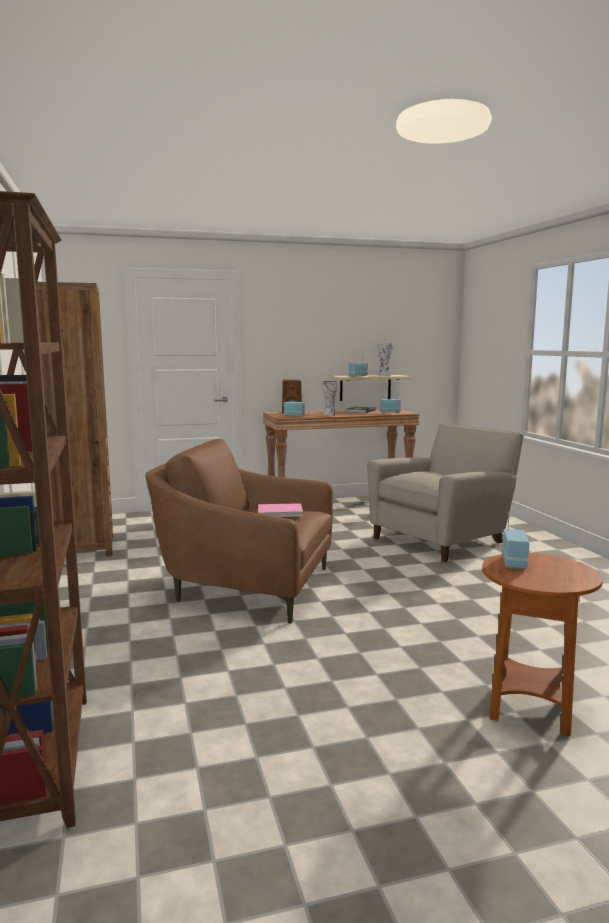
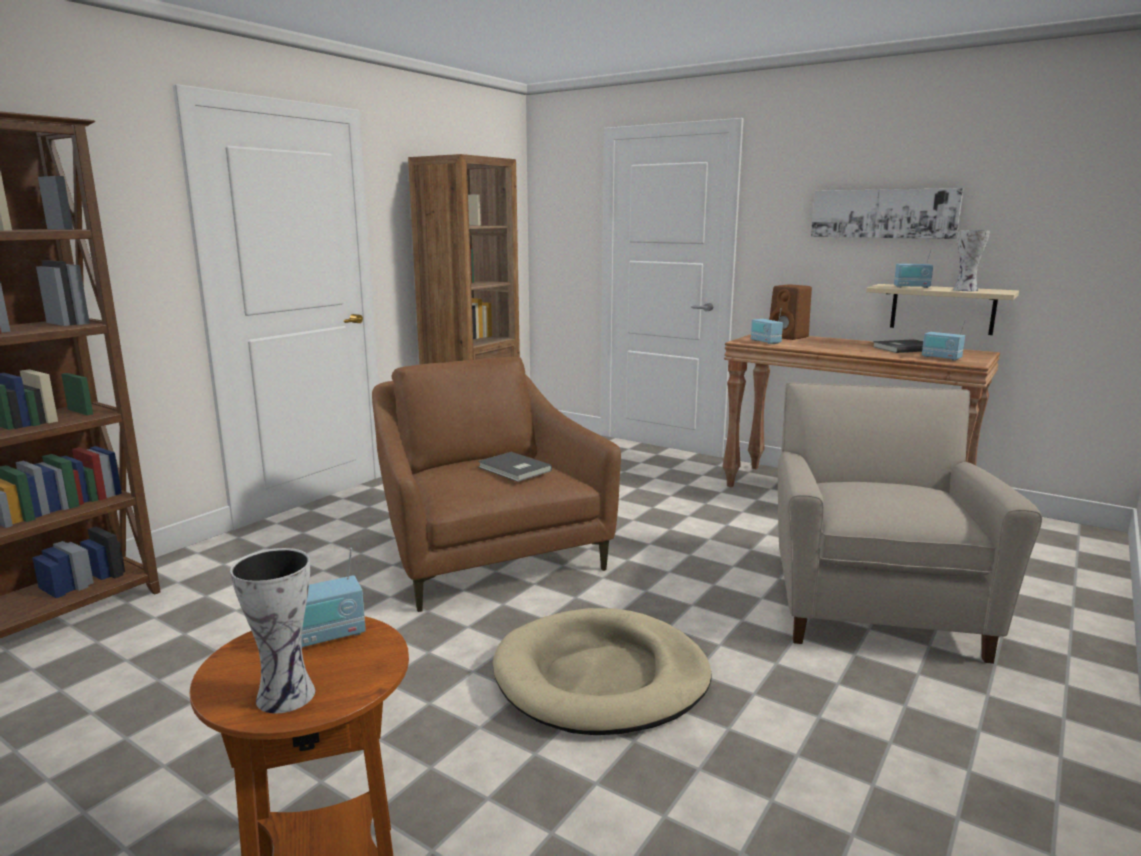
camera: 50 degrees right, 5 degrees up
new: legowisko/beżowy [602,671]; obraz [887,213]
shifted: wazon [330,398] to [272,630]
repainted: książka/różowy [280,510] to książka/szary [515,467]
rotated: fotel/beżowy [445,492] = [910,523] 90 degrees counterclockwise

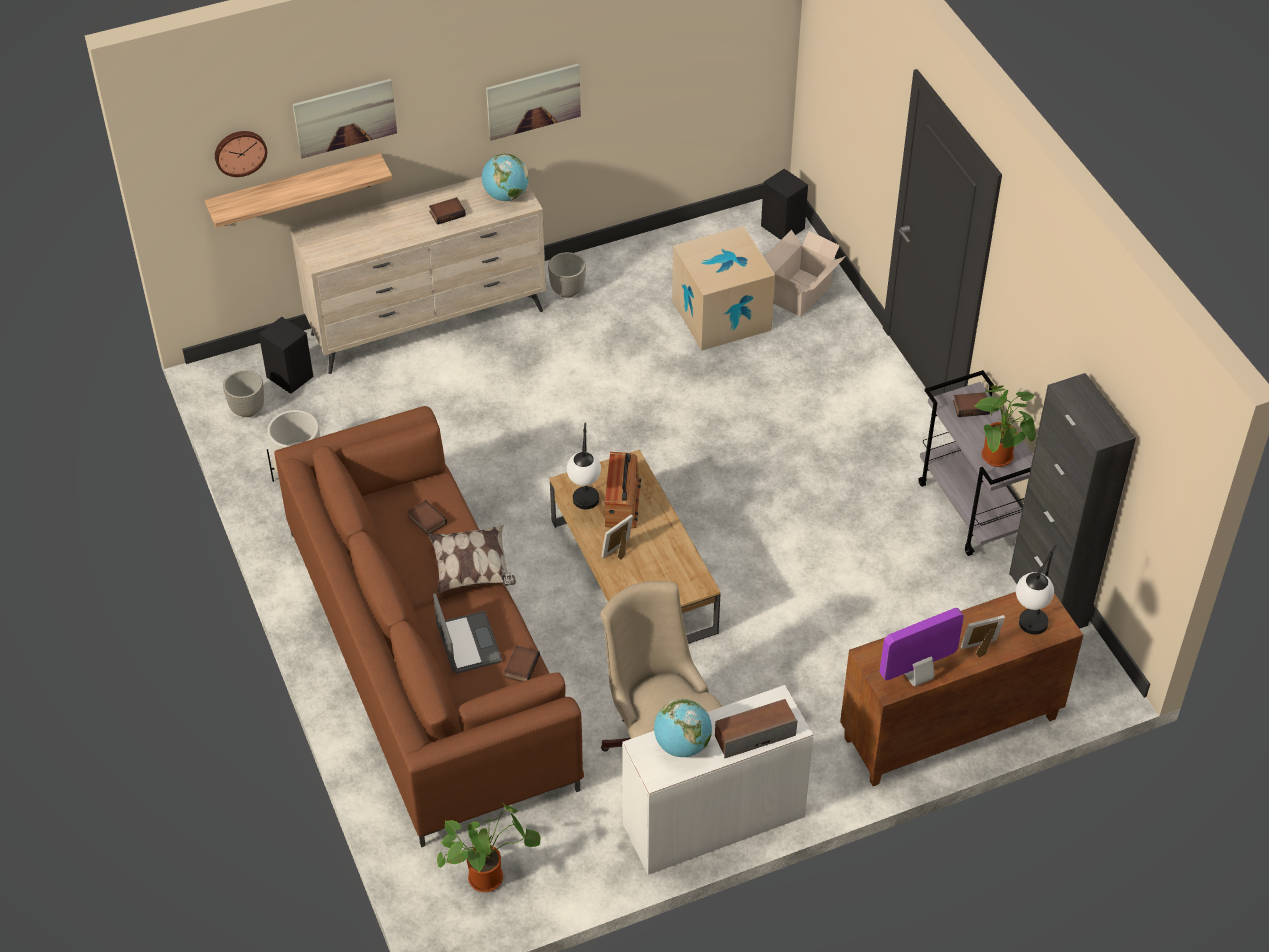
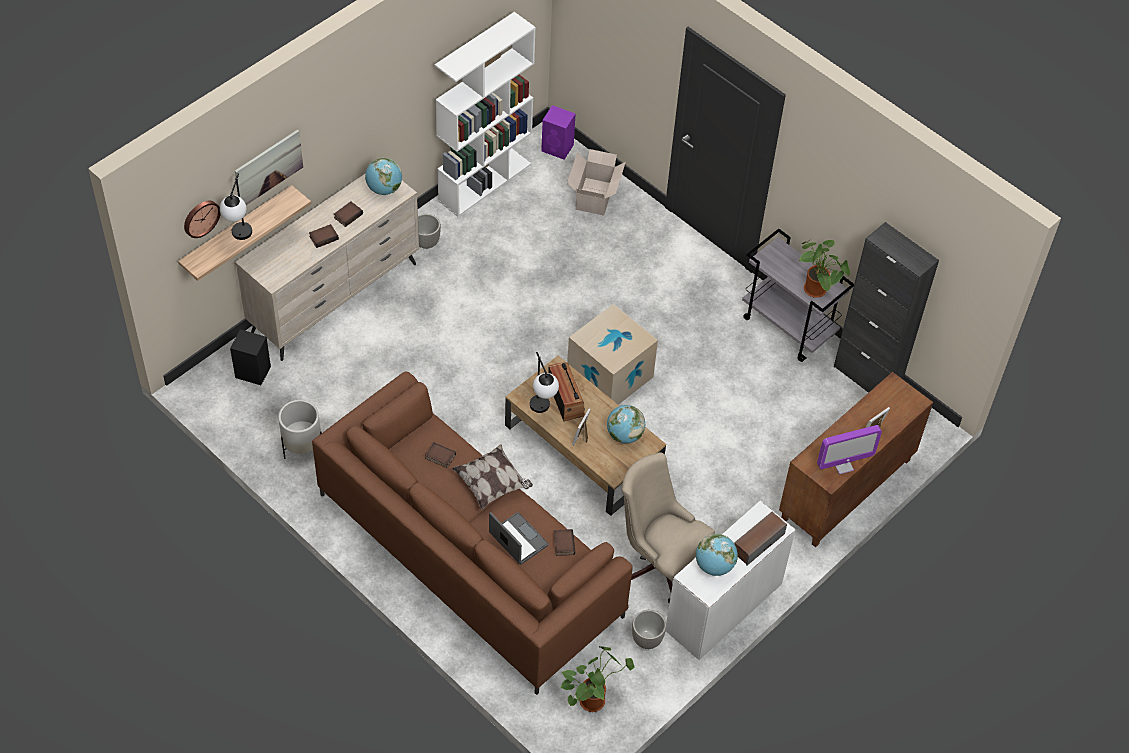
camera: 25 degrees left, 5 degrees up
gone: obraz [533,102]
new: regał/biały [485,114]; globus [626,424]
shifted: donica [243,393] to [649,629]; karton [723,288] to [612,354]; książka [971,404] to [324,236]; lampa stołowa [1036,590] to [236,206]
repainted: głośnik/czarny [784,204] to głośnik/fioletowy [558,132]
rotated: monitor [922,647] = [849,449] 150 degrees counterclockwise

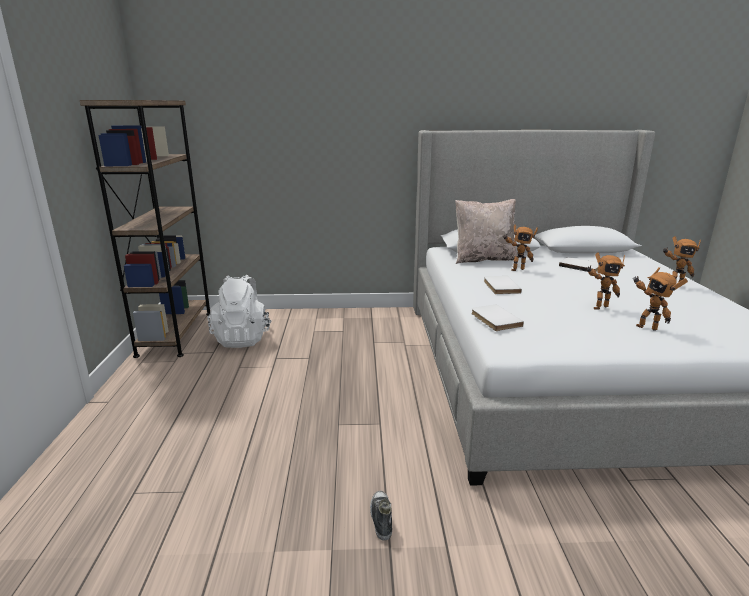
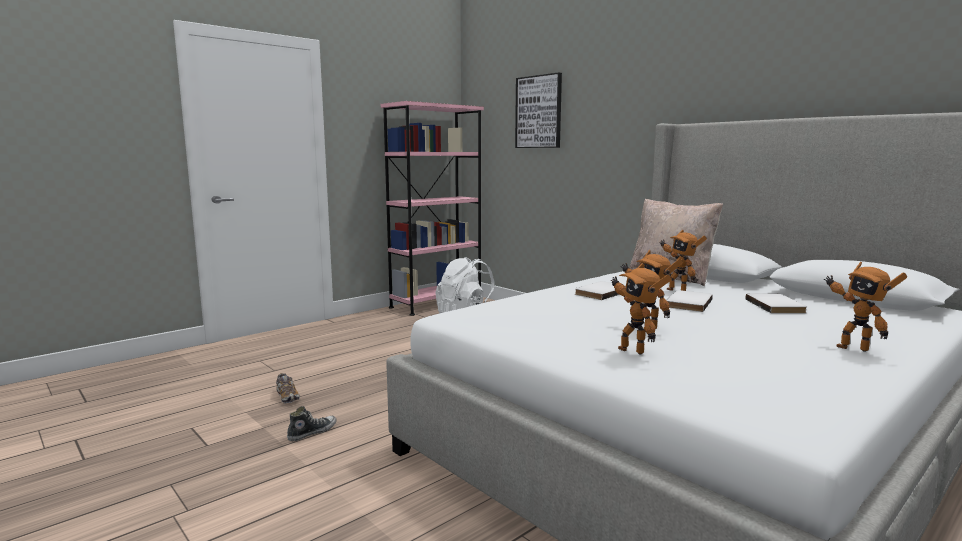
camera: 50 degrees right, 10 degrees down
new: but [288,388]; obraz [538,110]
shifted: książka/biały [497,317] to [690,301]
repainted: regał/brązowy [145,229] to regał/różowy [432,208]
rotated: robot zabawkowy [660,299] = [641,309] 45 degrees counterclockwise

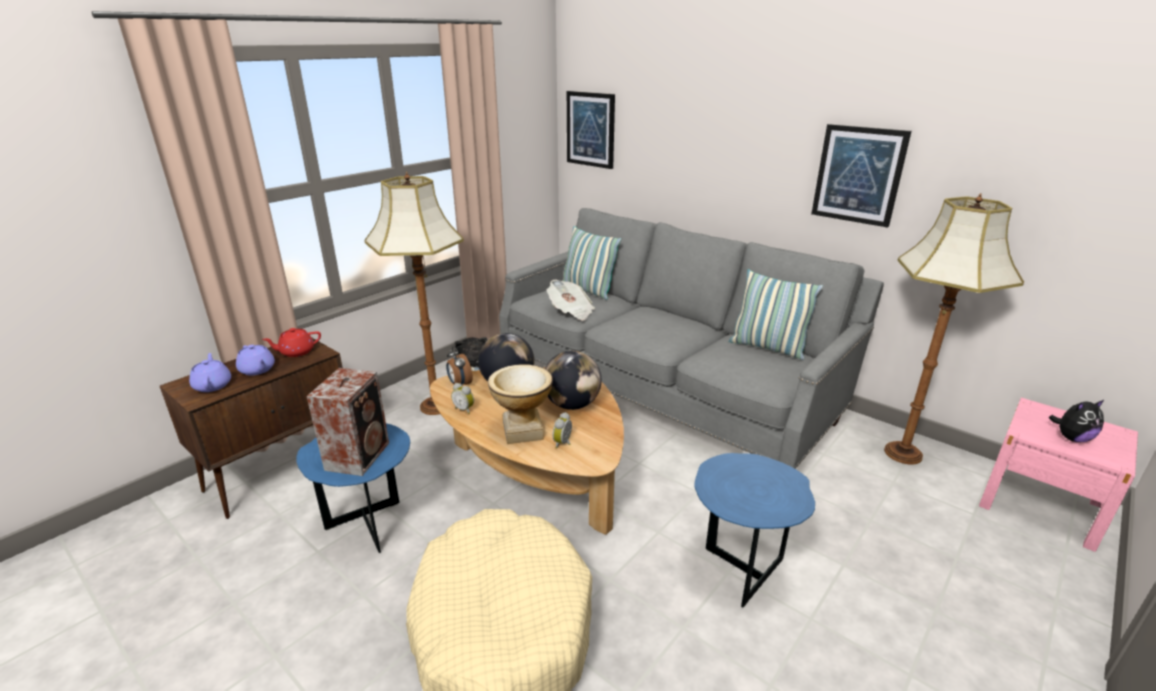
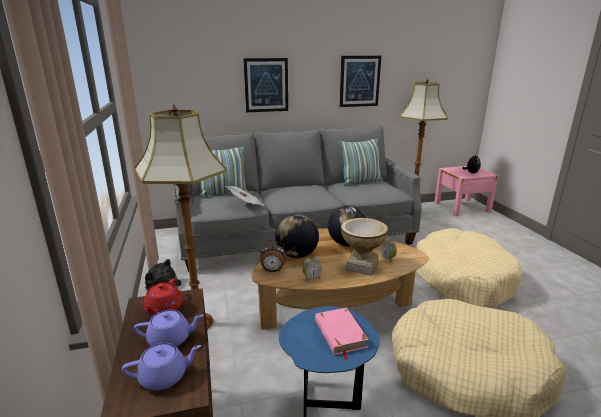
camera: 55 degrees left, 5 degrees down
shifted: obraz [591,130] to [265,85]
swapped: głośnik [348,422] to książka/różowy [342,334]; stolik/niebieski [754,530] to legowisko/beżowy [469,268]
rotated: imbryk/fioletowy [210,372] = [161,366] 150 degrees clockwise

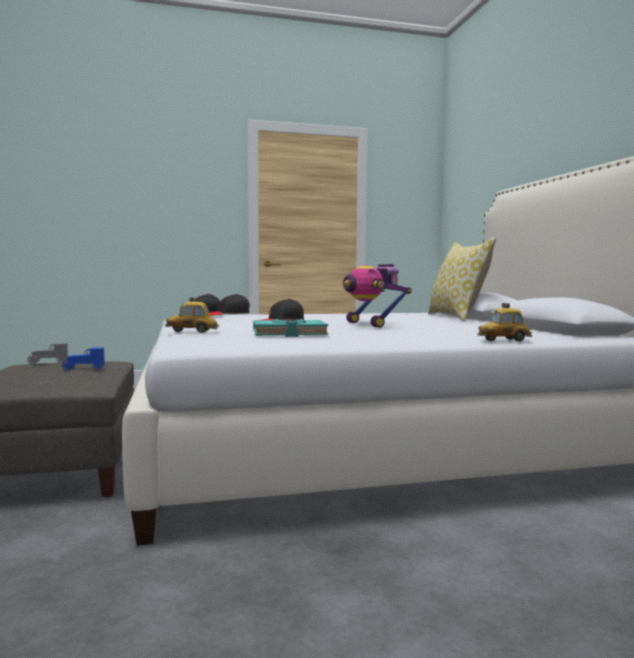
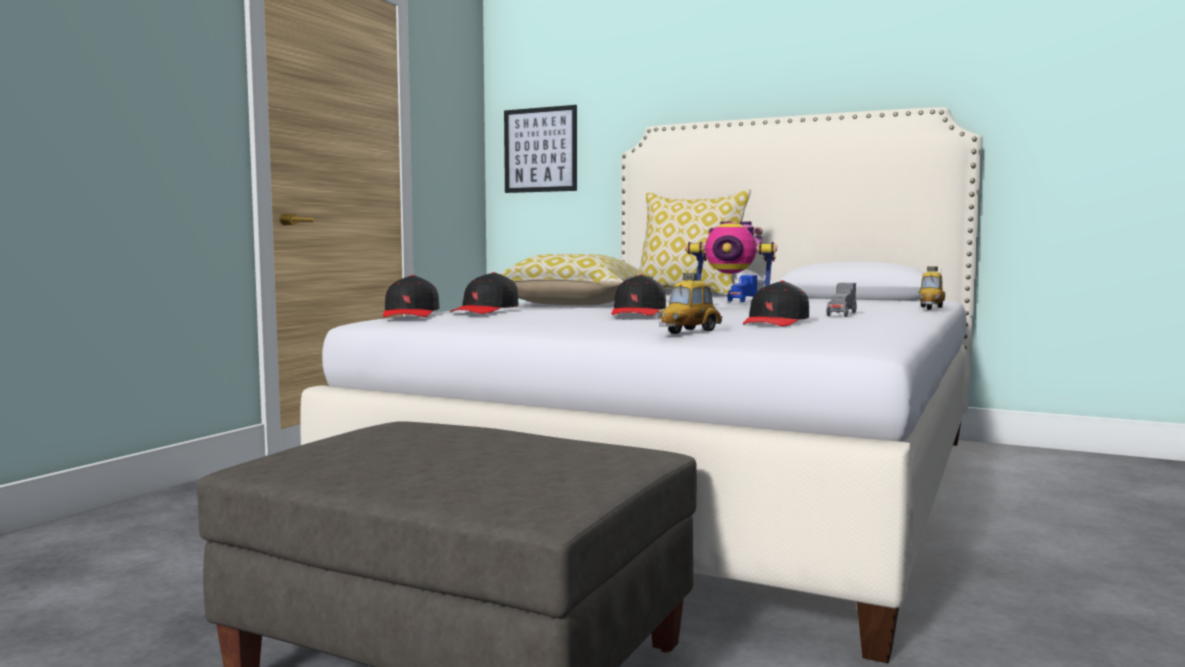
camera: 50 degrees left, 0 degrees up
new: poduszka [576,279]; obraz [540,149]
shifted: samochodzik/szary [47,353] to [842,300]; samochodzik/niebieski [83,358] to [742,288]
swapped: książka/turkusowy [290,327] to czapka z daszkiem/czarny [776,303]

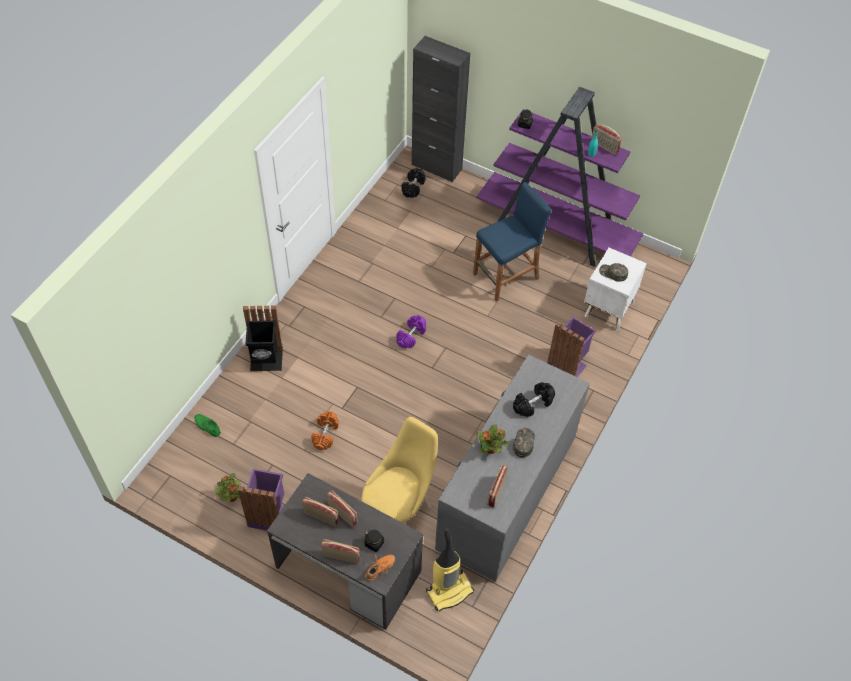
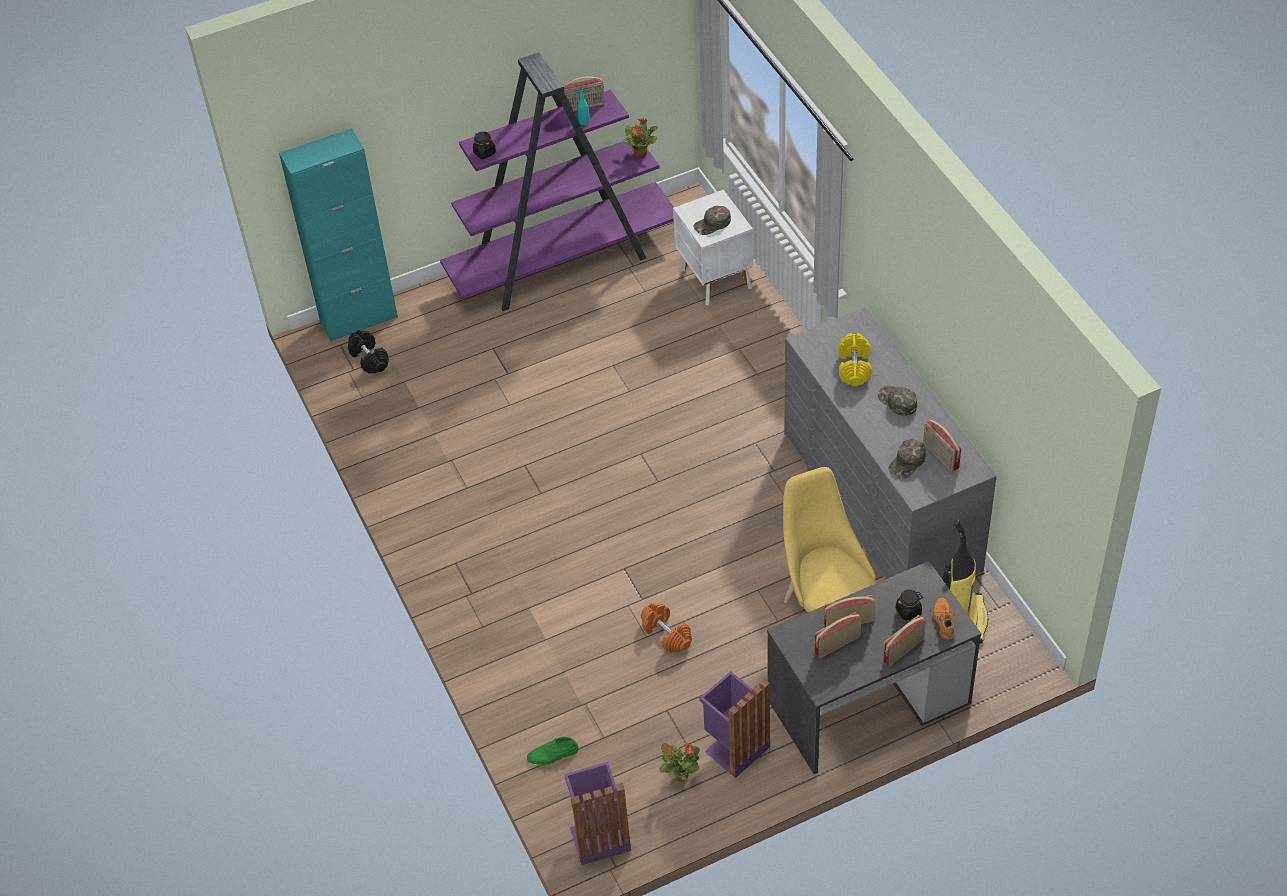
camera: 50 degrees left, 5 degrees down
gone: kosz na śmieci/czarny [263,338]; hantel/fioletowy [411,331]; stołek/niebieski [512,241]
new: czapka z daszkiem/zielony [907,459]
shifted: roślina doniczkowa [492,439] to [640,138]; kosz na śmieci/fioletowy [571,347] to [597,813]
repainted: szafka/czarny [441,109] to szafka/turkusowy [338,235]; hantel/czarny [534,399] to hantel/żółty [854,359]

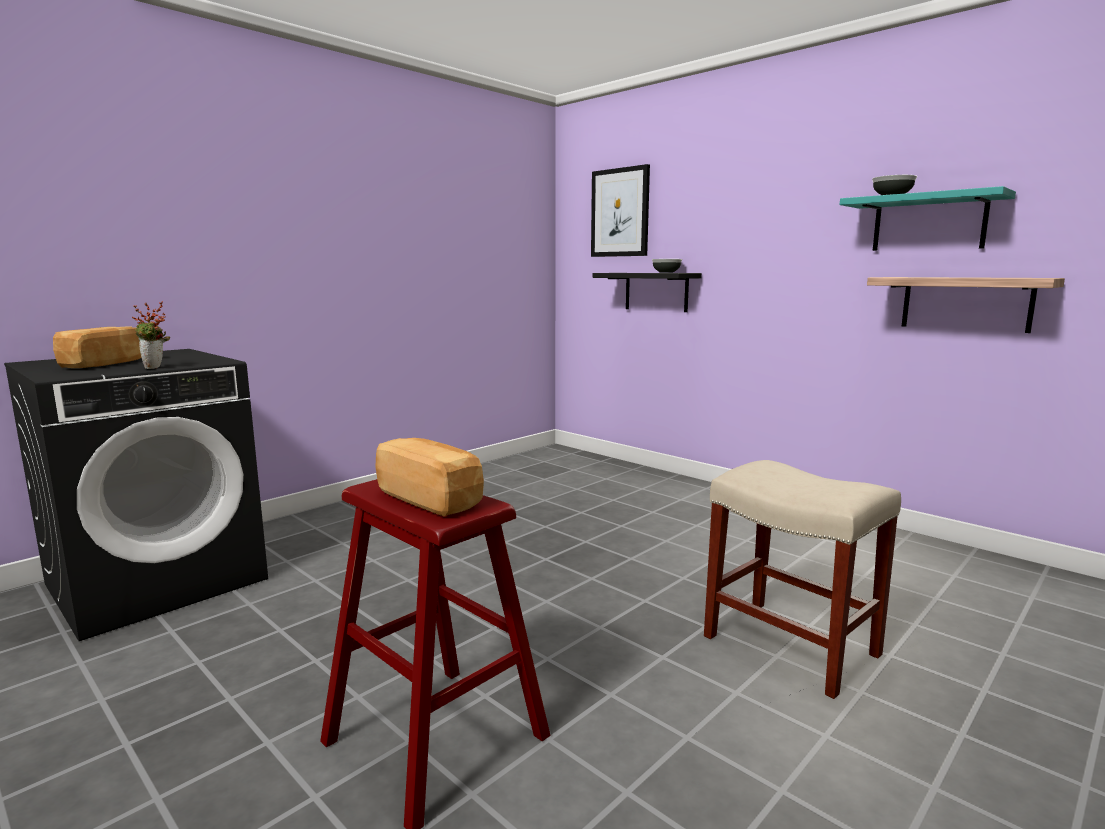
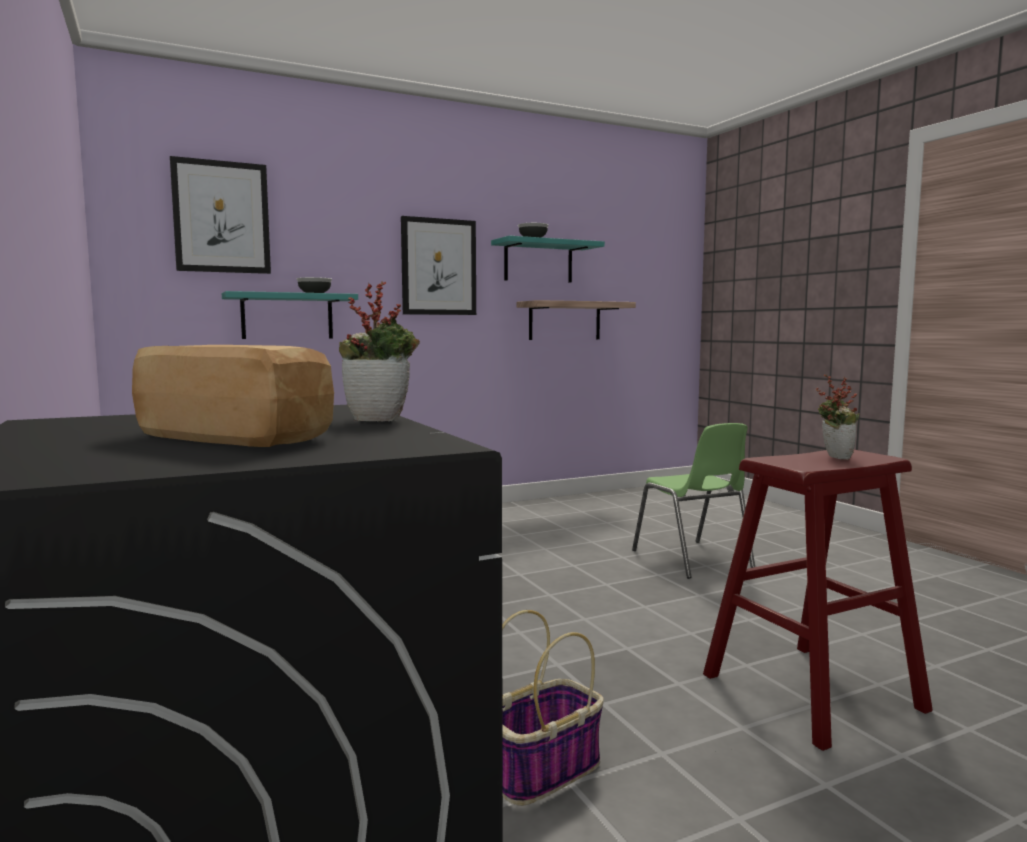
camera: 70 degrees left, 5 degrees down
new: obraz [438,265]; koszyk [553,708]
swapped: chleb [429,477] to roślina doniczkowa [837,417]; stołek/beżowy [802,579] to krzesło/zielony [693,501]
repainted: półka/czarny [647,292] to półka/turkusowy [290,315]

